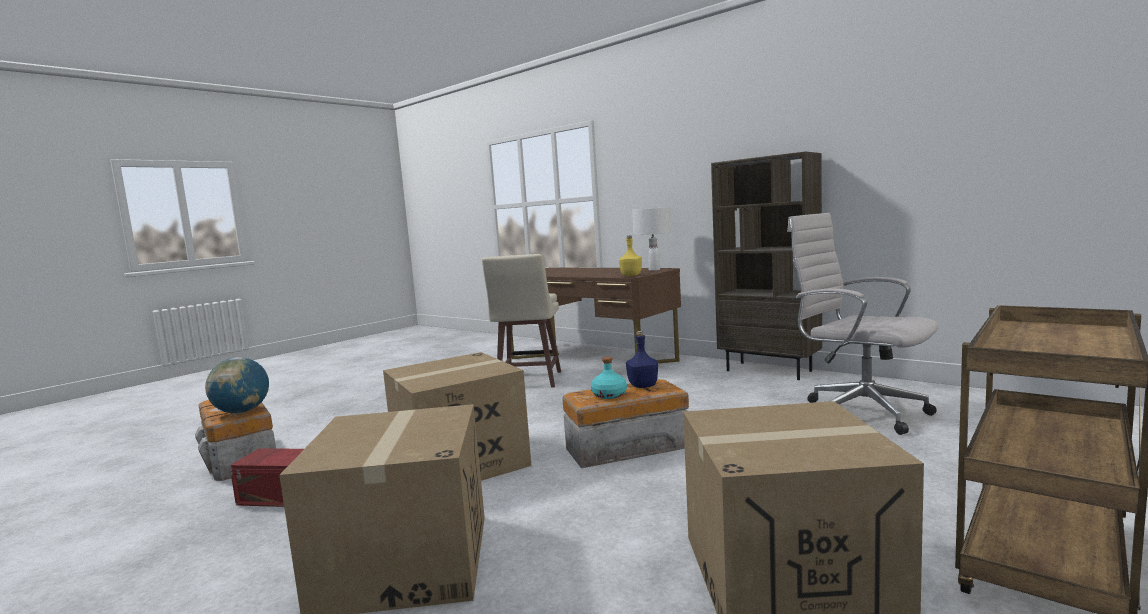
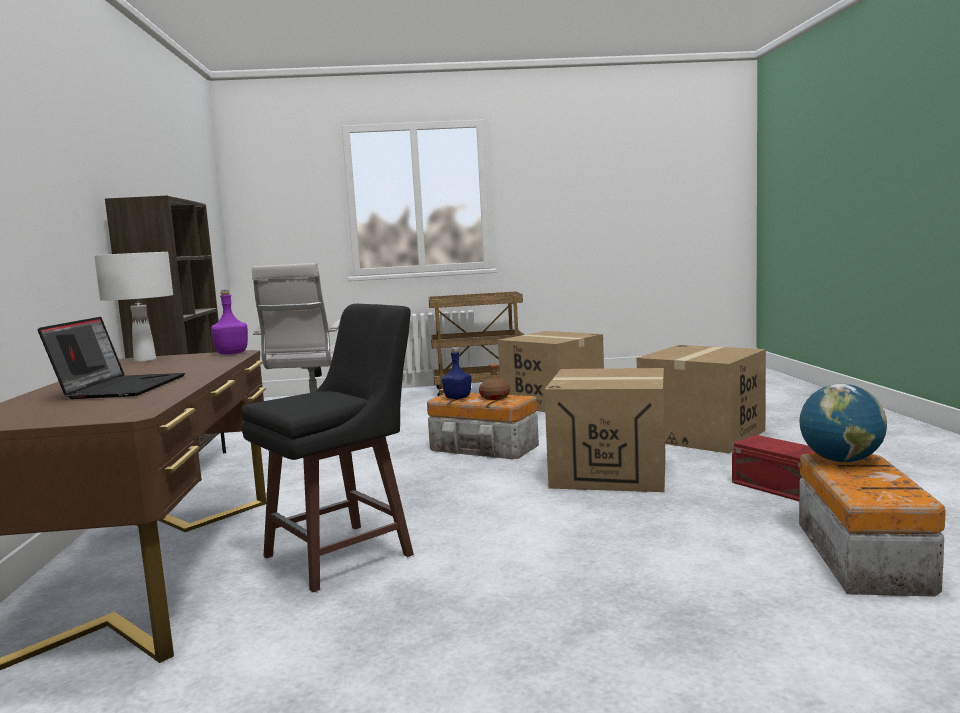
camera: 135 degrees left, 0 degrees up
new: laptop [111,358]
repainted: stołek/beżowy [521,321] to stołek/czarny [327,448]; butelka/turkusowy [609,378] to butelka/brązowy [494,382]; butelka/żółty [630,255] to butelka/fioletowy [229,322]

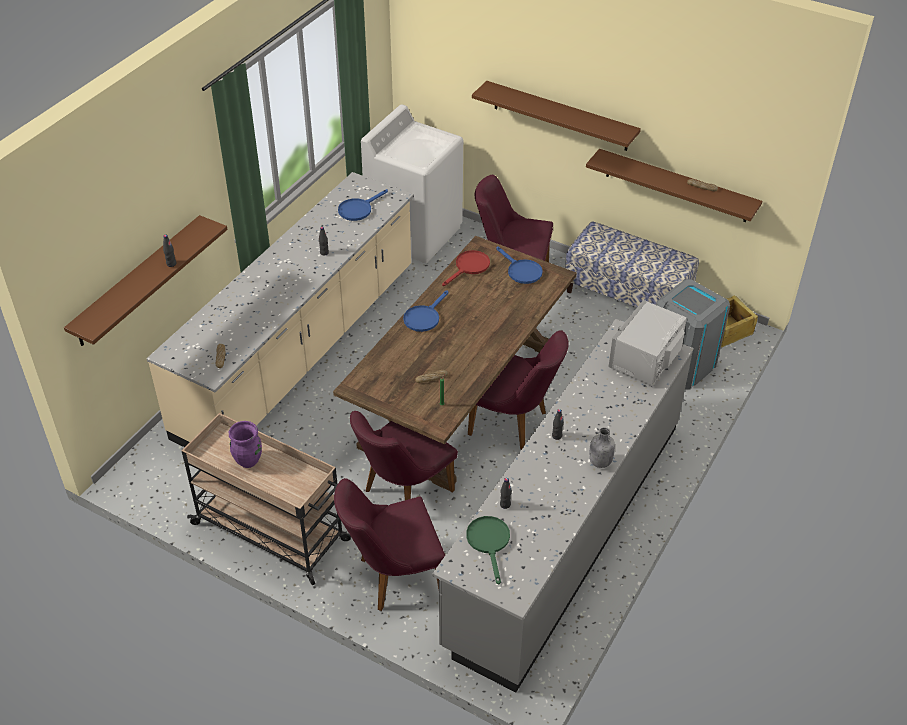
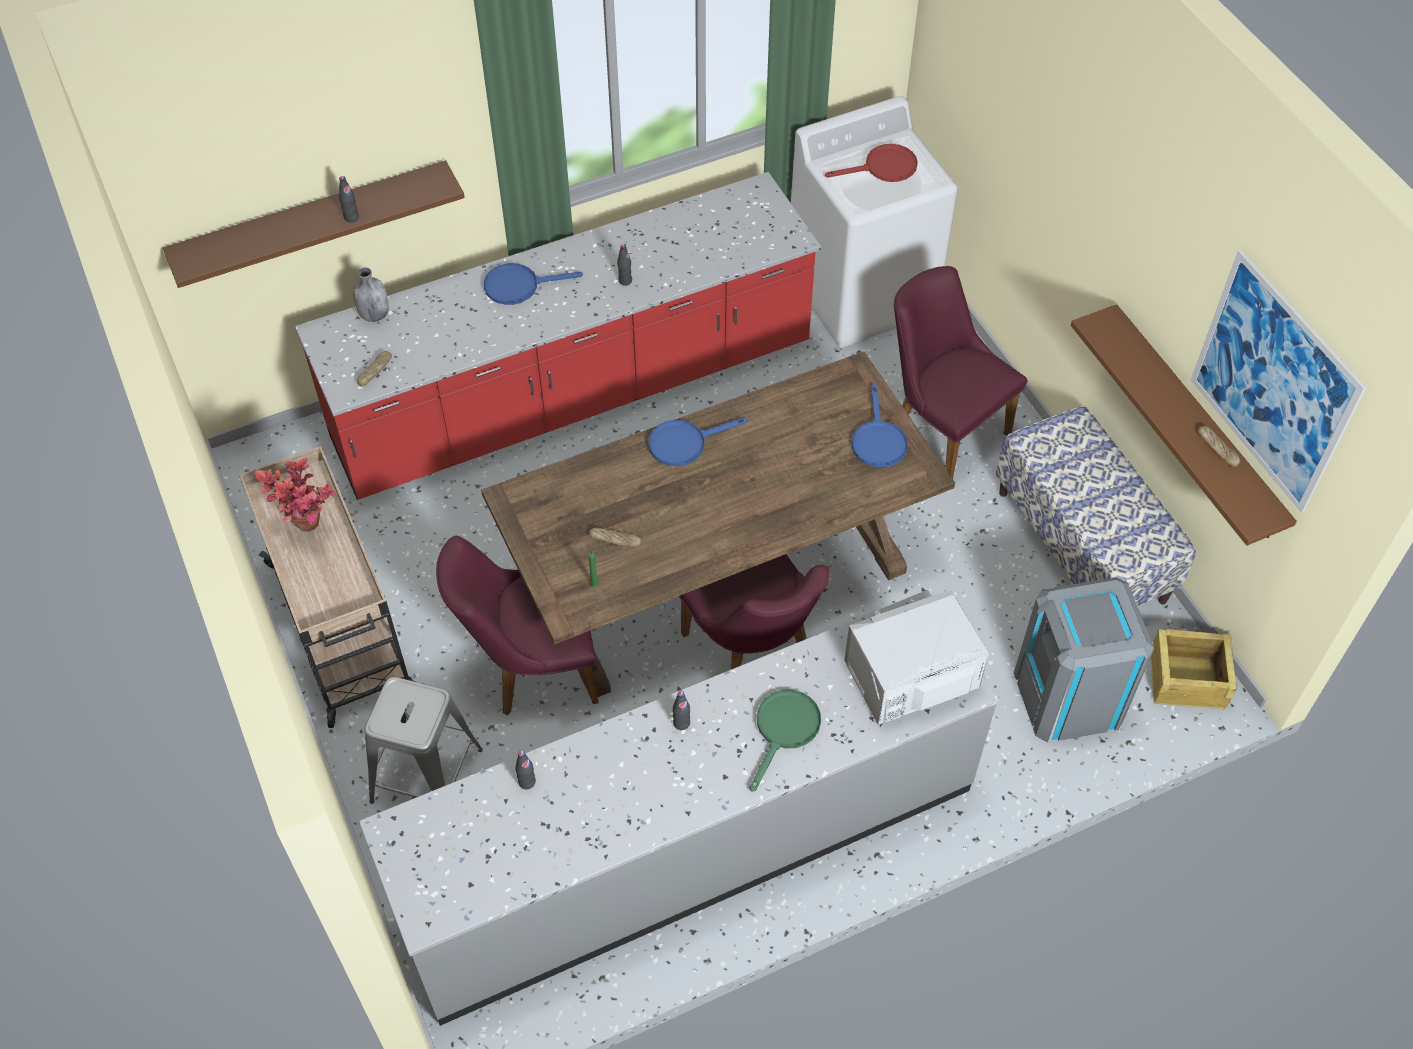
camera: 35 degrees right, 10 degrees up
gone: półka/brązowy [556,116]
new: obraz [1279,381]
shifted: patelnia/niebieski [363,205] to [533,284]; patelnia/czerwony [466,268] to [871,163]; patelnia/zielony [488,550] to [785,741]; butelka/szary [602,447] to [371,294]
swapped: wazon/fioletowy [245,444] to roślina doniczkowa [295,495]; krzesło/fioletowy [389,544] to stołek/szary [423,740]
repainted: zabudowa kuchenna/beżowy [280,309] to zabudowa kuchenna/czerwony [558,336]

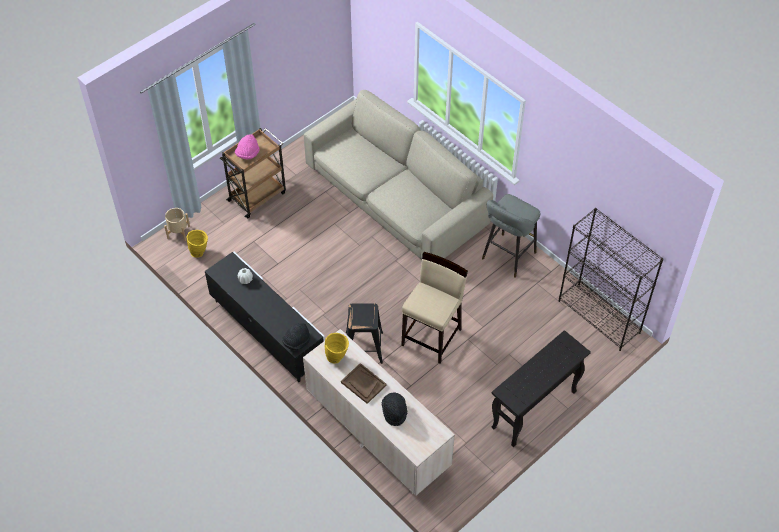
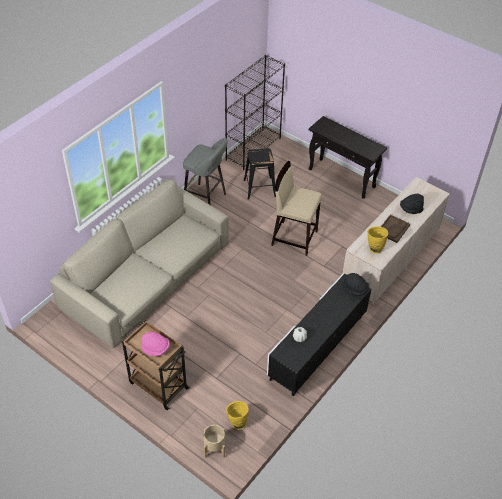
camera: 100 degrees left, 5 degrees down
shifted: stołek/czarny [364,334] to [260,174]

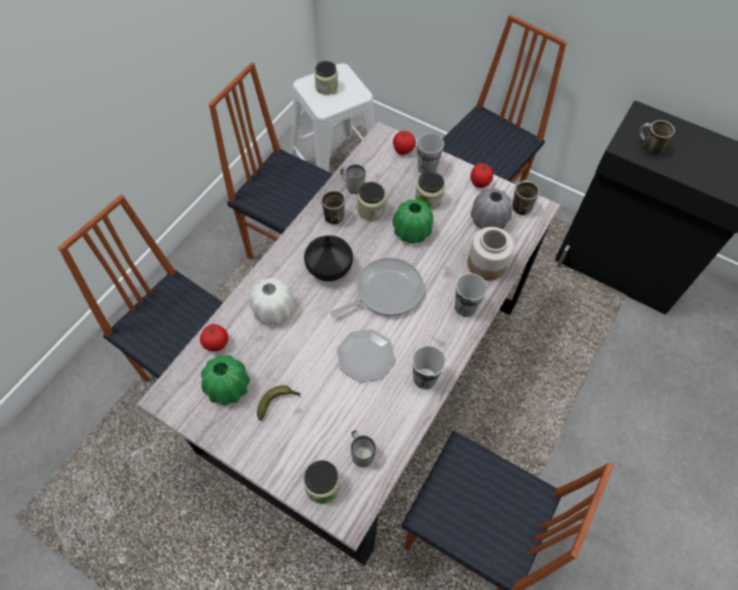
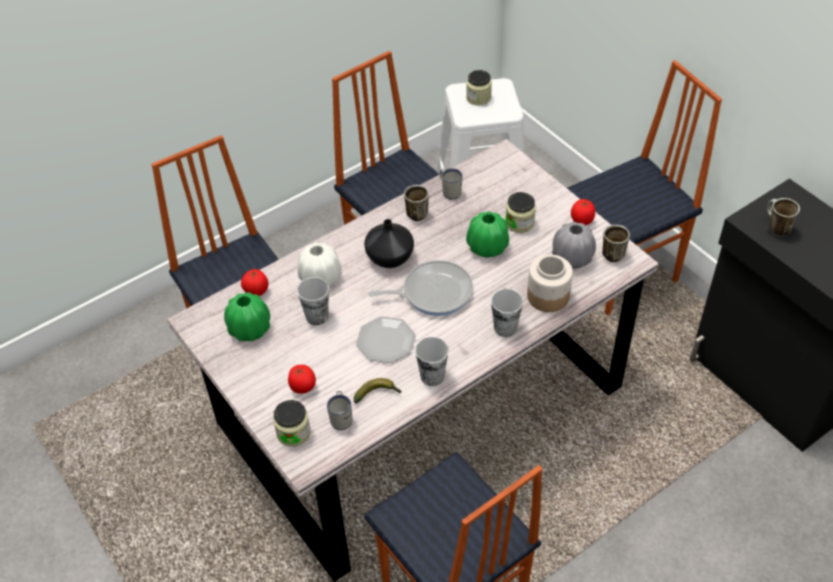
camera: 25 degrees right, 10 degrees down
gone: słoik [371,201]
shifted: banan [278,403] to [377,390]; pomidor [404,143] to [302,379]; filiżanka [430,153] to [313,301]

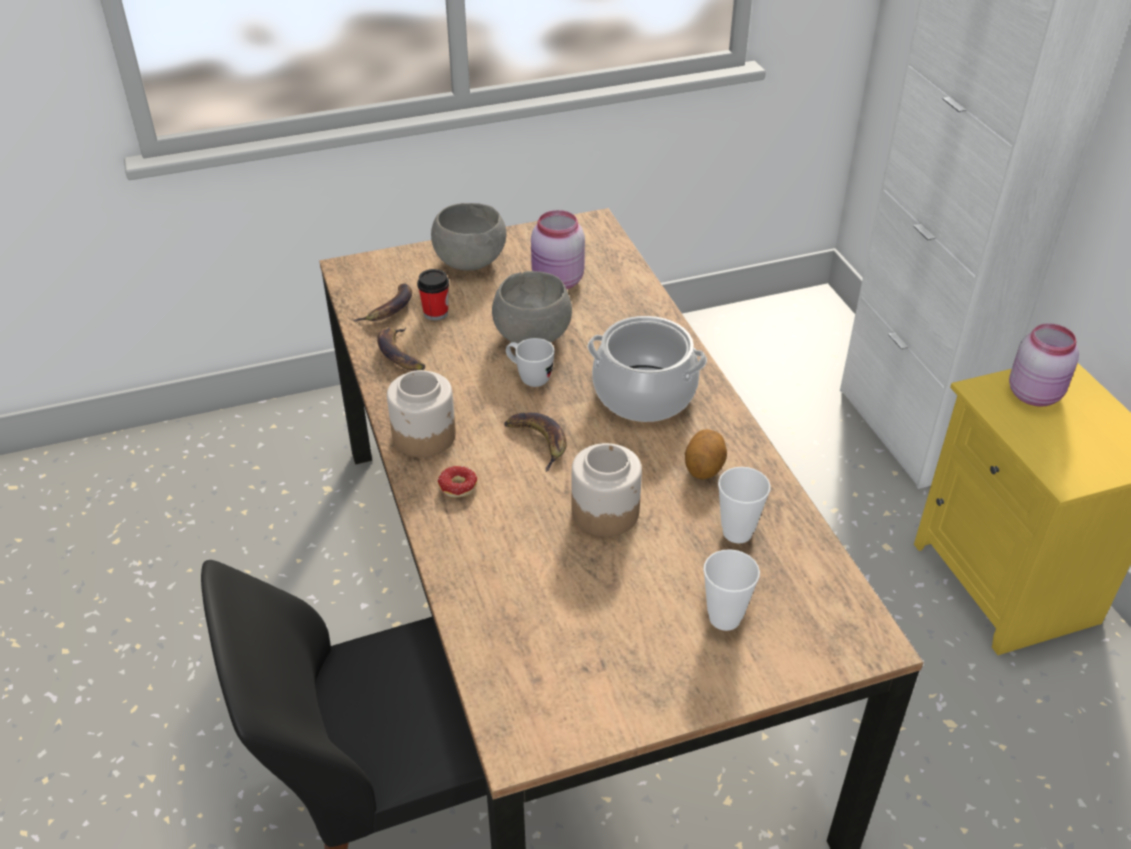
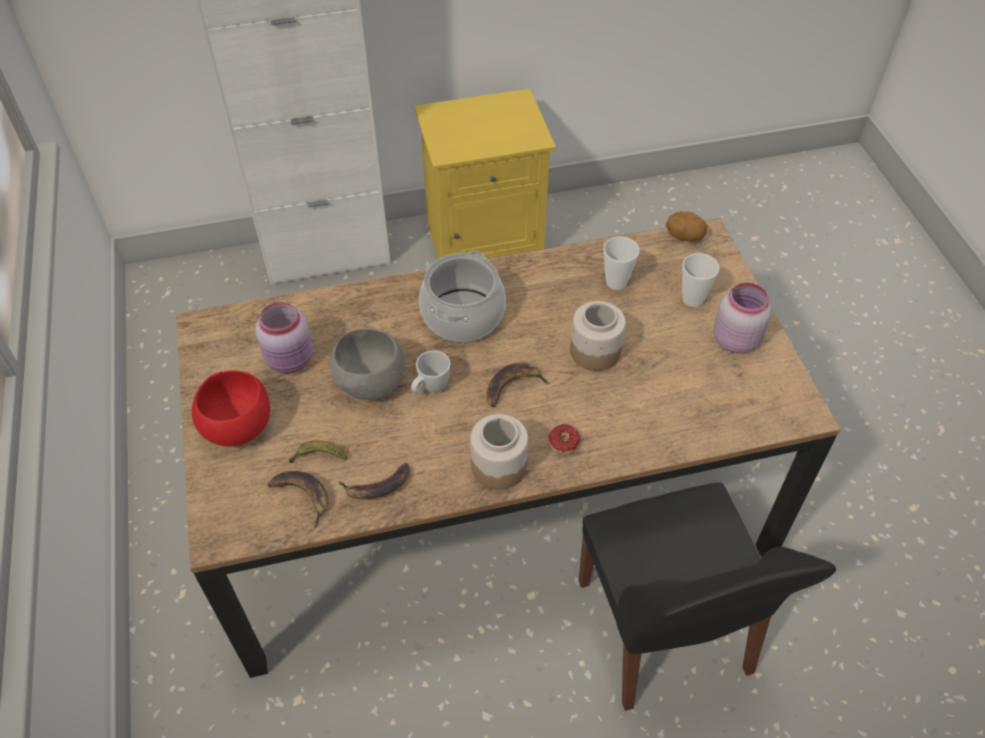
camera: 85 degrees left, 10 degrees up
shifted: ziemniak [706,454] to [686,227]; słoik/różowy [1044,365] to [743,318]
swapped: filiżanka [433,295] to banan [318,451]
repainted: miska/szary [468,237] to miska/czerwony [231,408]

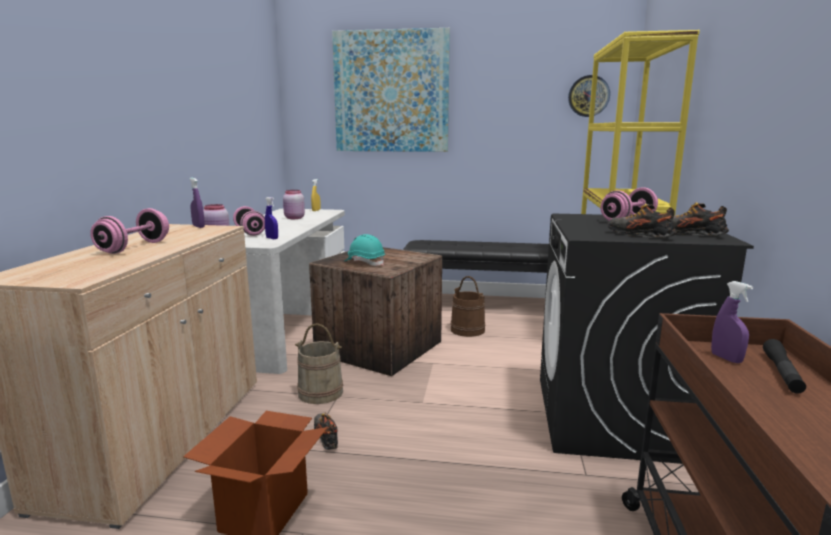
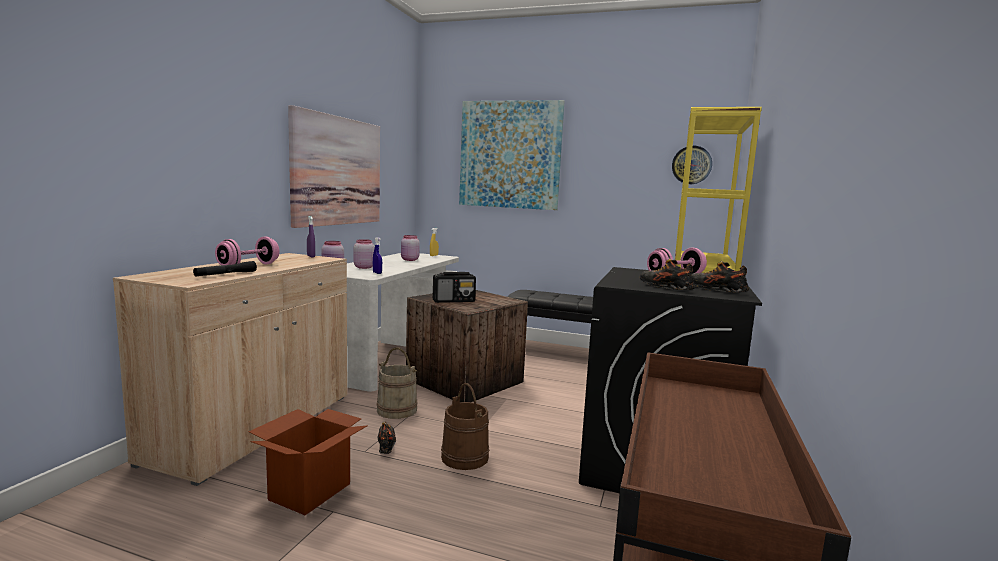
camera: 10 degrees right, 5 degrees down
gone: spryskiwacz/fioletowy [732,322]
new: obraz [334,166]
shifted: wiadro/brązowy [468,306] to [465,426]; latarka/czarny [784,366] to [225,269]
swapped: hantel/różowy [249,221] to słoik/różowy [364,254]; kask/turkusowy [364,250] to radio [454,287]

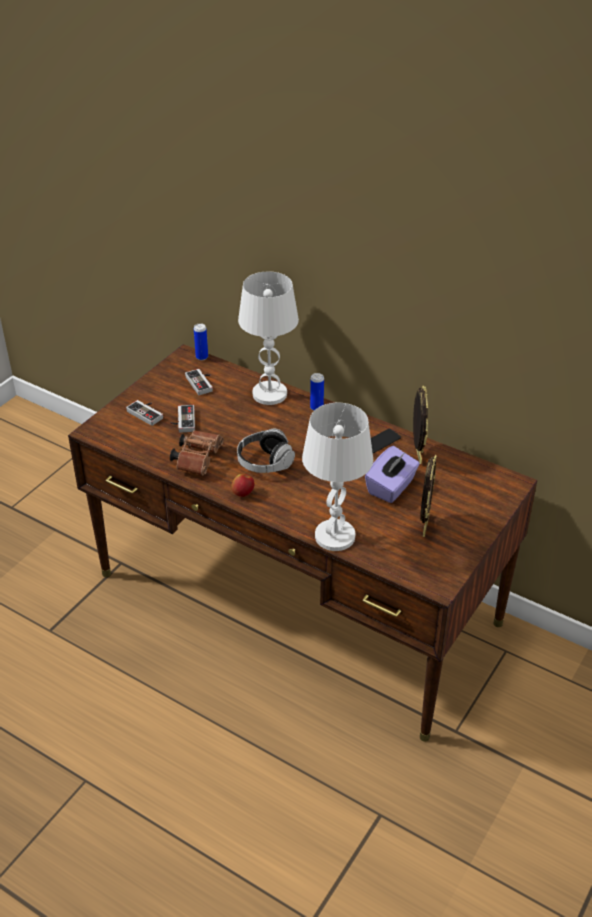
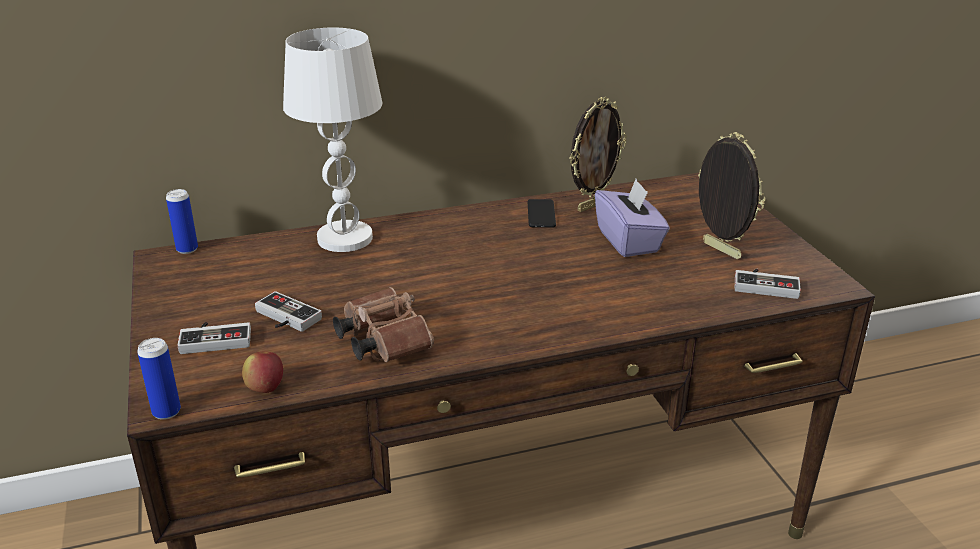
camera: 50 degrees left, 10 degrees down
gone: słuchawki [266,451]; lampa stołowa/biały [337,477]
shifted: pad do gier [199,382] to [768,284]; jabłko [242,485] to [262,372]; puszka [317,392] to [159,379]
rotated: ramka na zdjęcie [420,425] = [597,154] 105 degrees clockwise

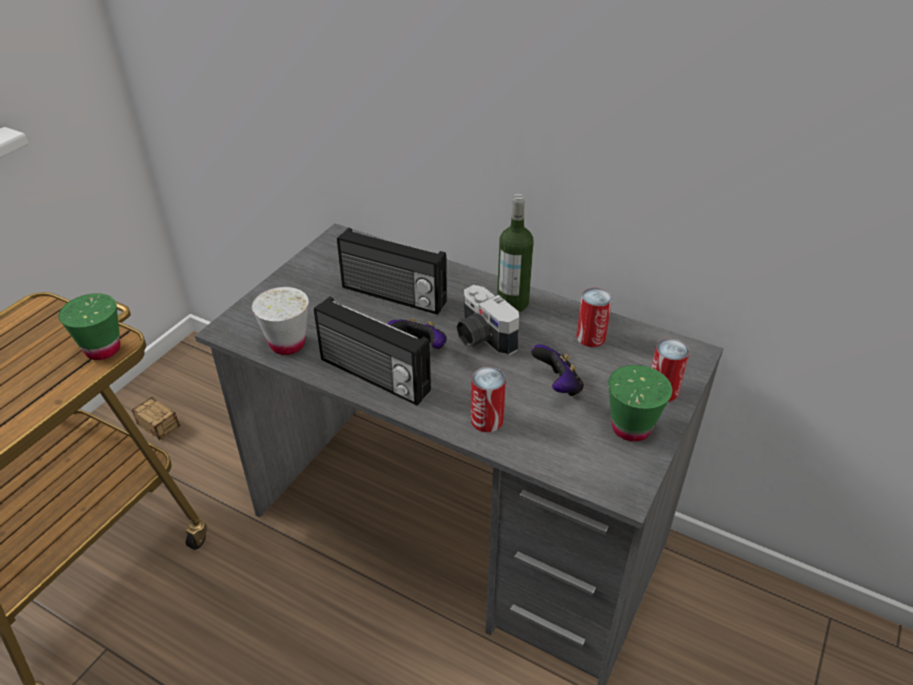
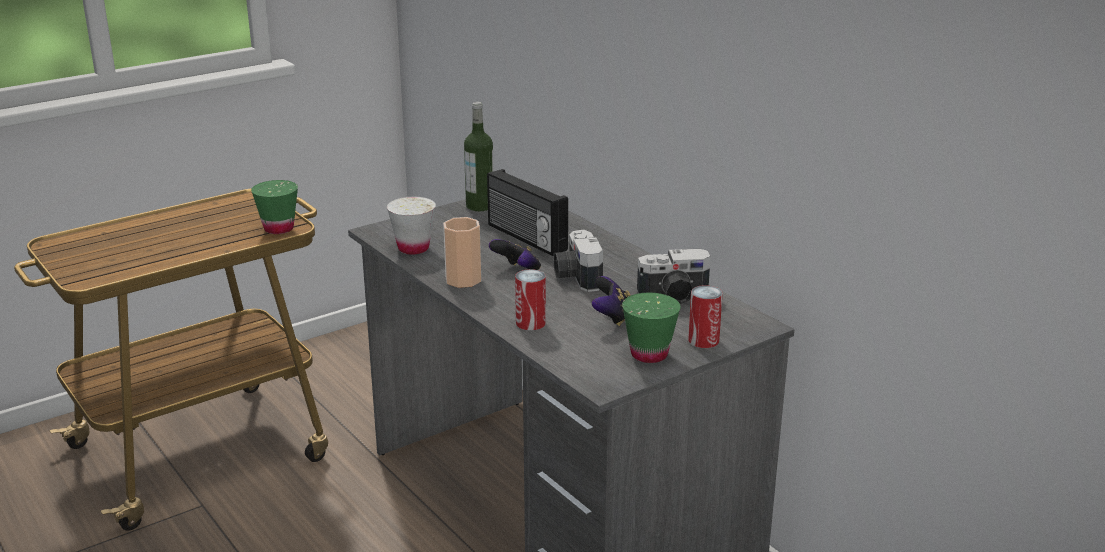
camera: 25 degrees right, 15 degrees down
gone: pojemnik do przechowywania [164,419]
shifted: butelka [515,253] to [478,156]
swapped: radio [372,351] to filiżanka [462,252]; puszka [594,317] to aparat fotograficzny [674,276]

